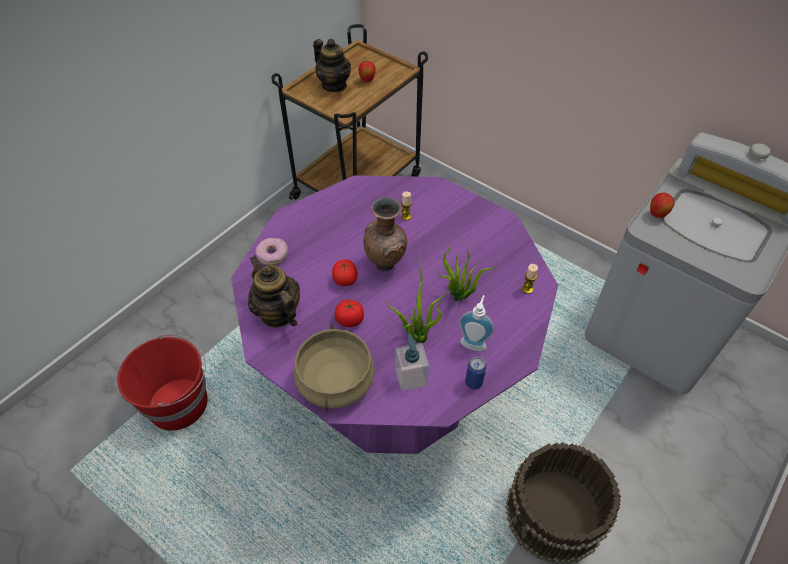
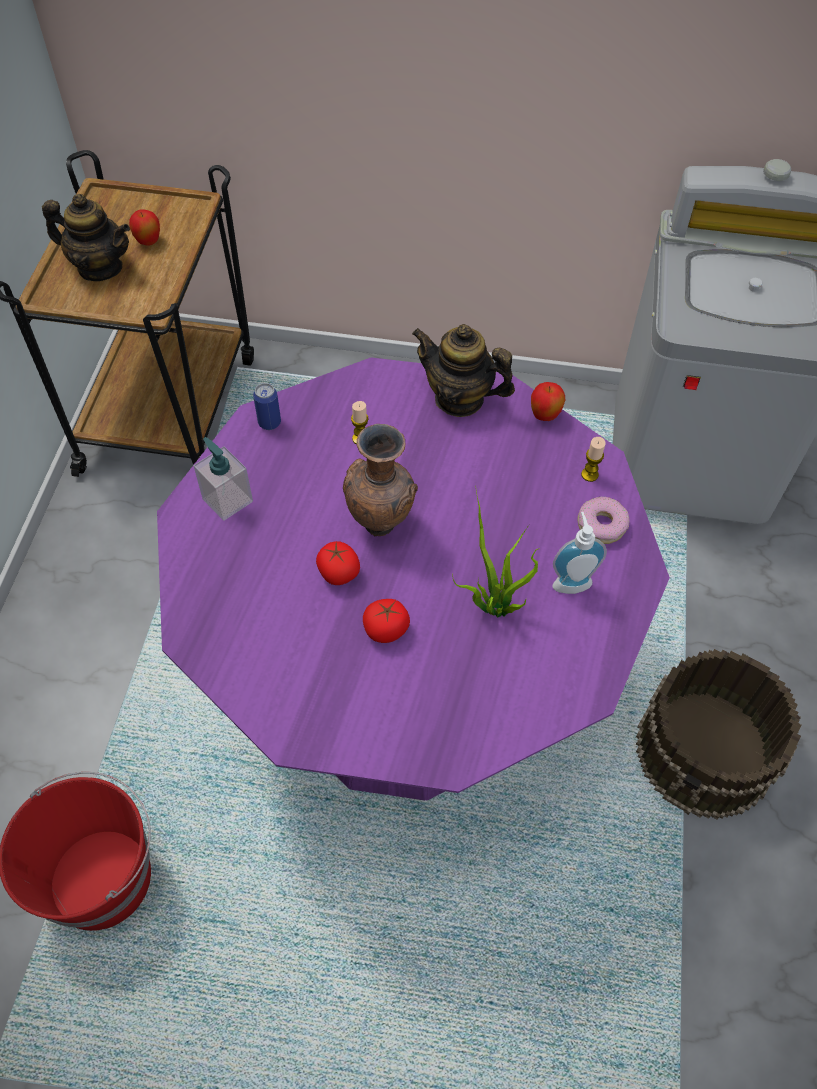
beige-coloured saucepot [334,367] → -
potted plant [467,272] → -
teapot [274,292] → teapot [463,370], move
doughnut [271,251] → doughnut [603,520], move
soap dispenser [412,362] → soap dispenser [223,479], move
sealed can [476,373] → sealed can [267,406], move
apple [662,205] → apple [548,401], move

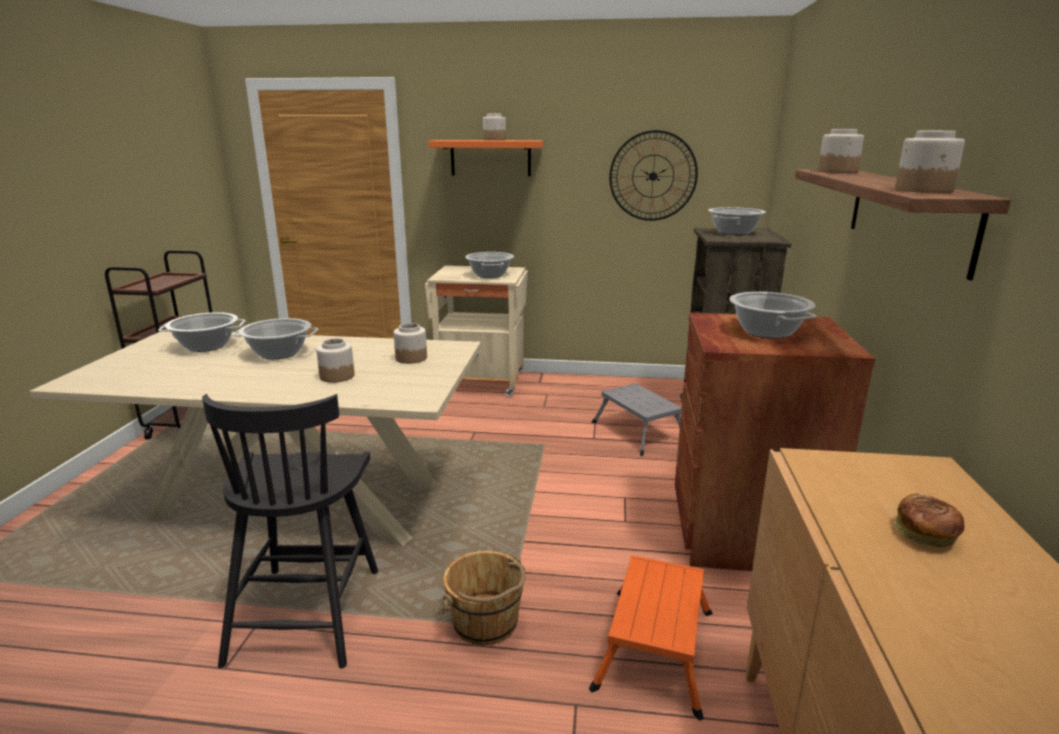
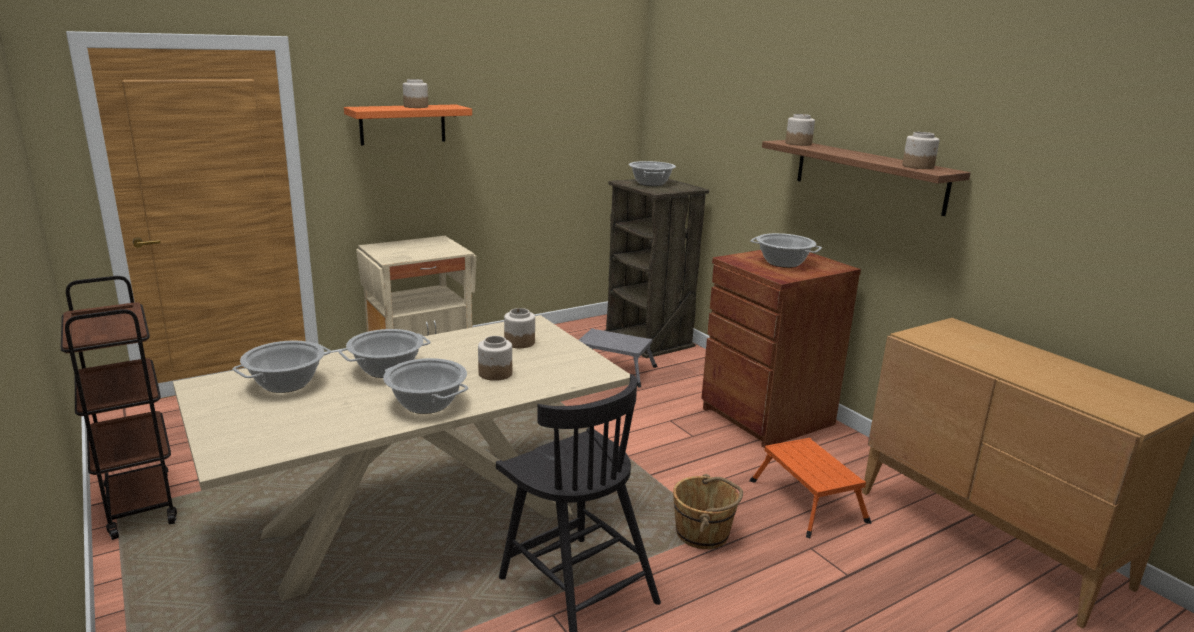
clock on the wall [653,175] → -
bakery bread [929,520] → -
saucepot [489,265] → saucepot [425,386], move

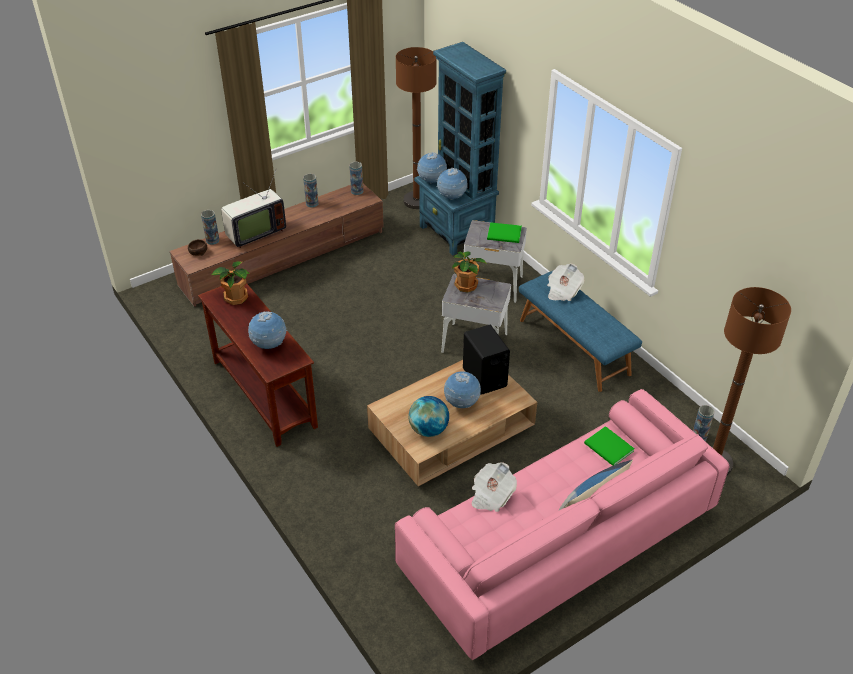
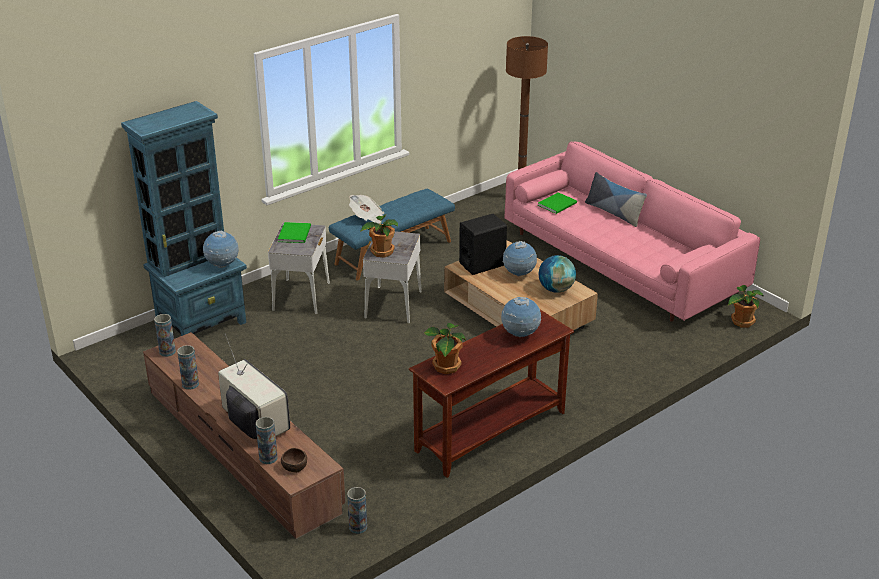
brown-coloured standard lamp [416,128] → -
globe [432,167] → -
daily paper [494,487] → -
- → potted plant [746,306]
flower vase [704,423] → flower vase [357,510], move

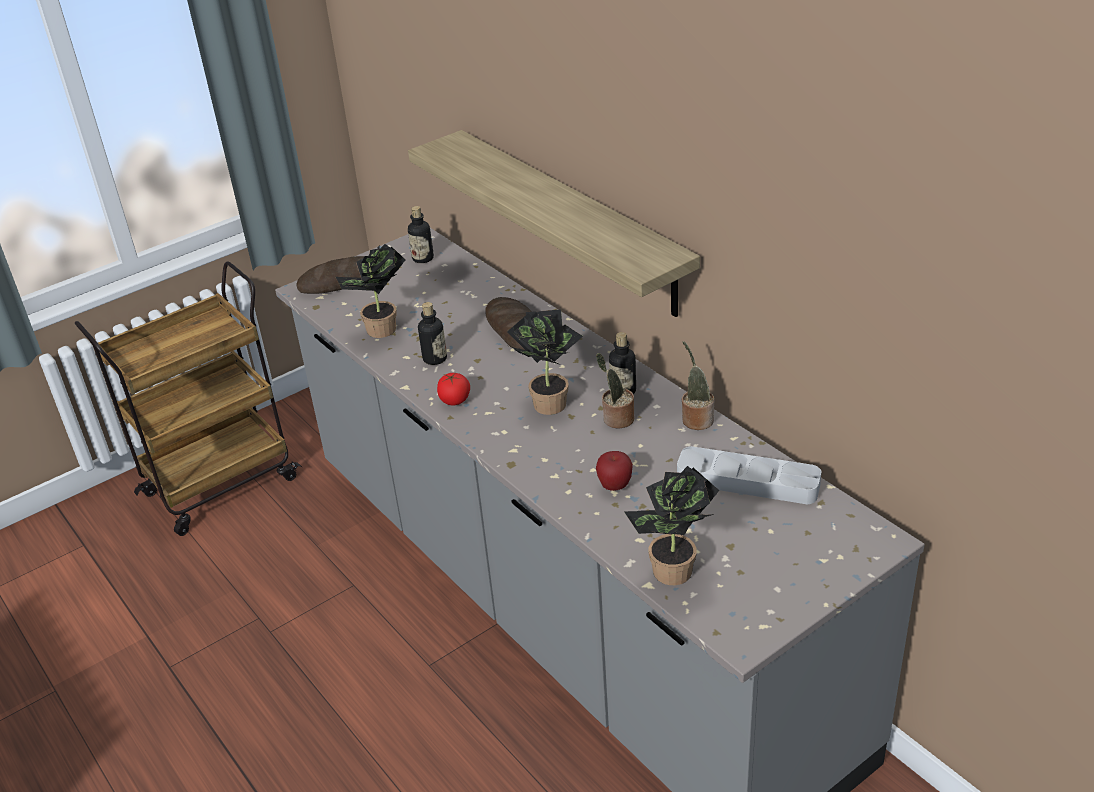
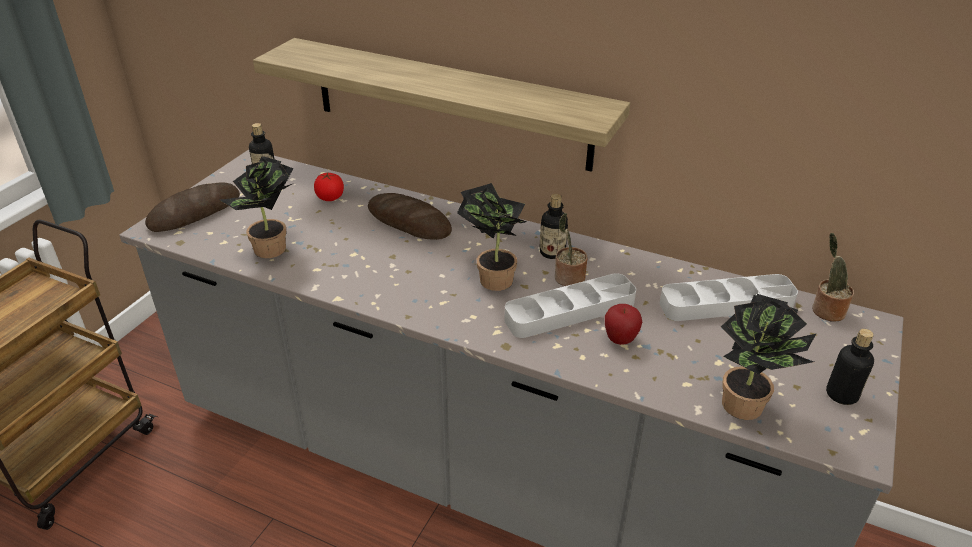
- → gray serving tray [570,305]
beverage bottle [432,333] → beverage bottle [850,367], move
tomato [453,389] → tomato [329,187], move
potted plant [698,385] → potted plant [833,277], move

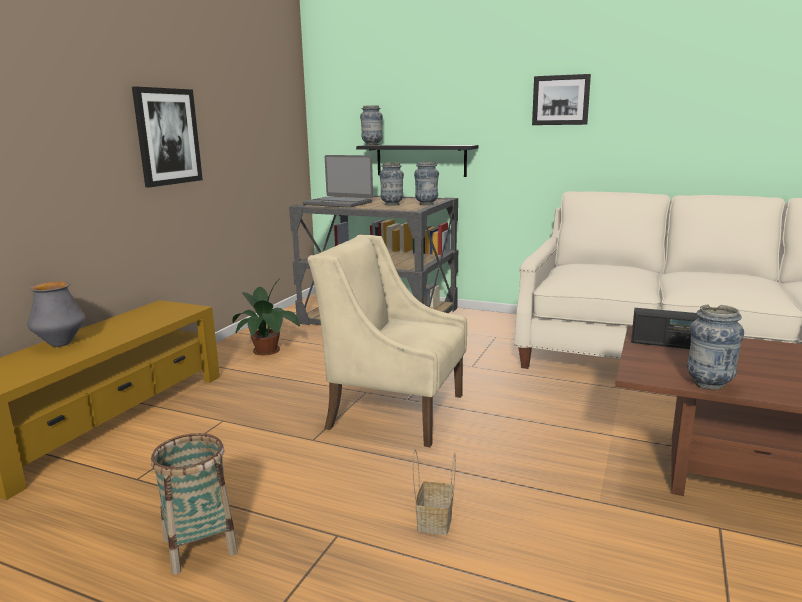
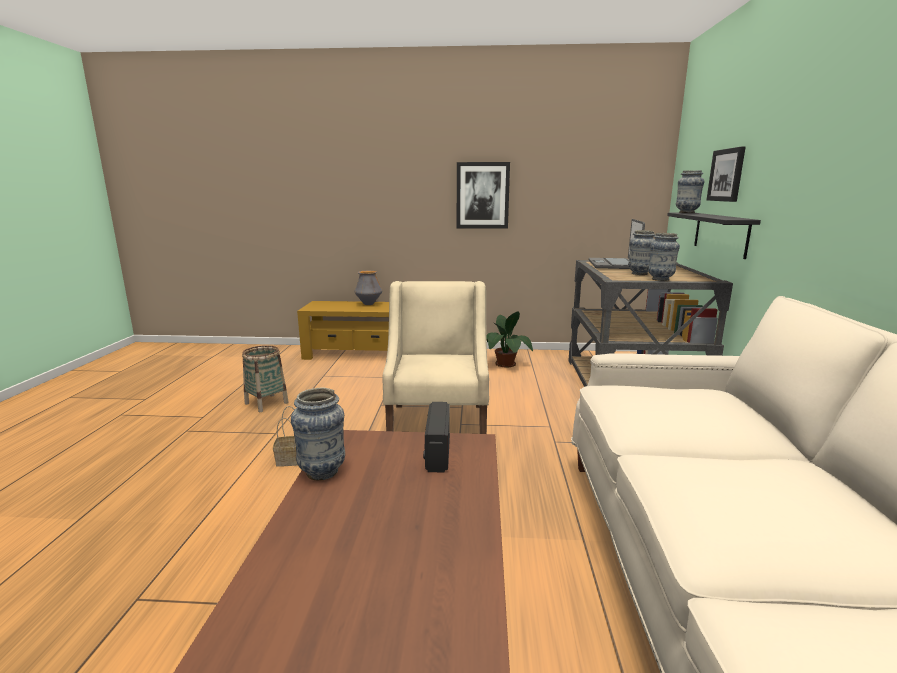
wall art [561,99] → wall art [726,174], move

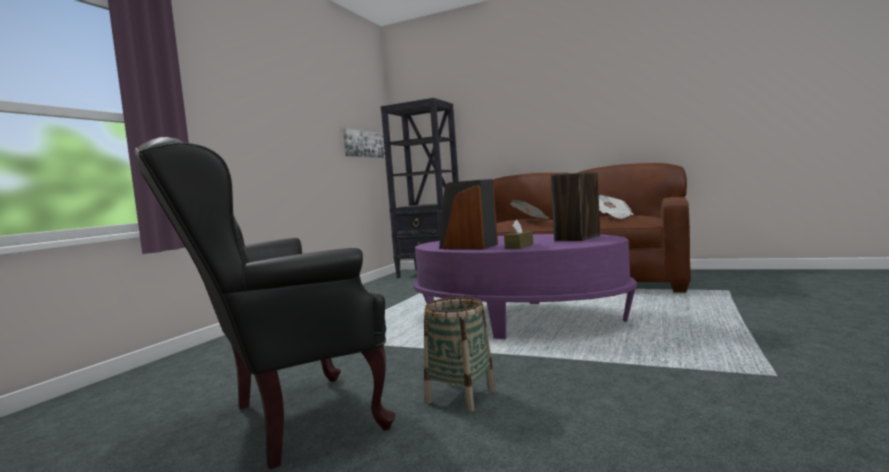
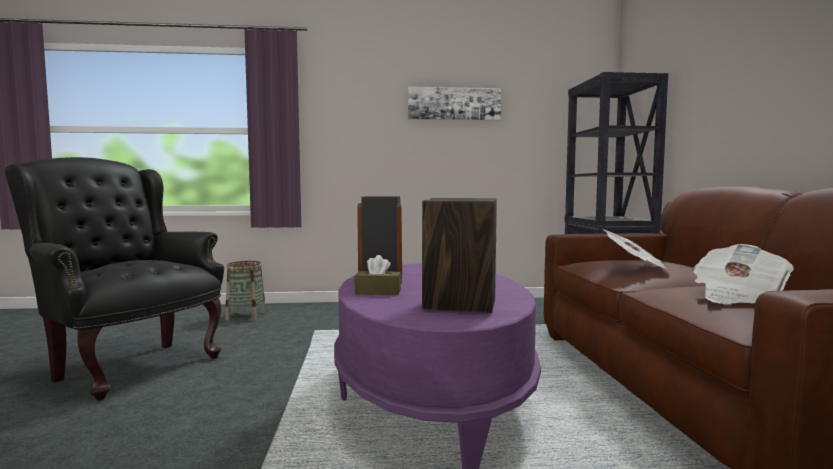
wall art [364,143] → wall art [454,103], move
household basket [459,354] → household basket [245,290], move

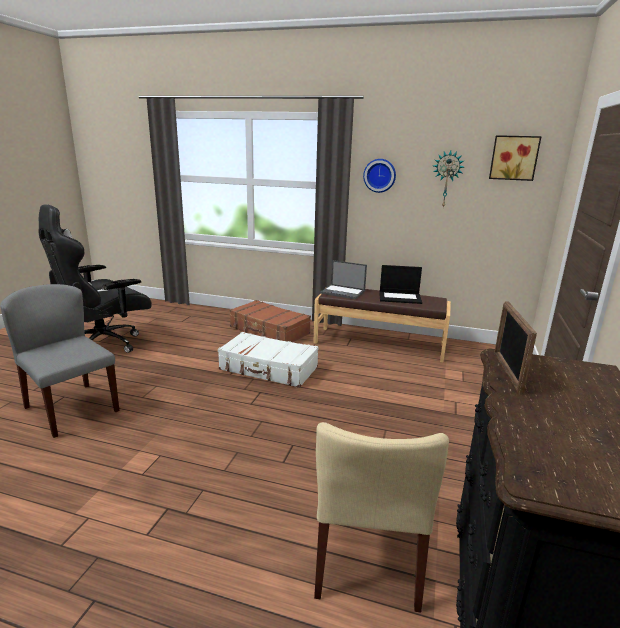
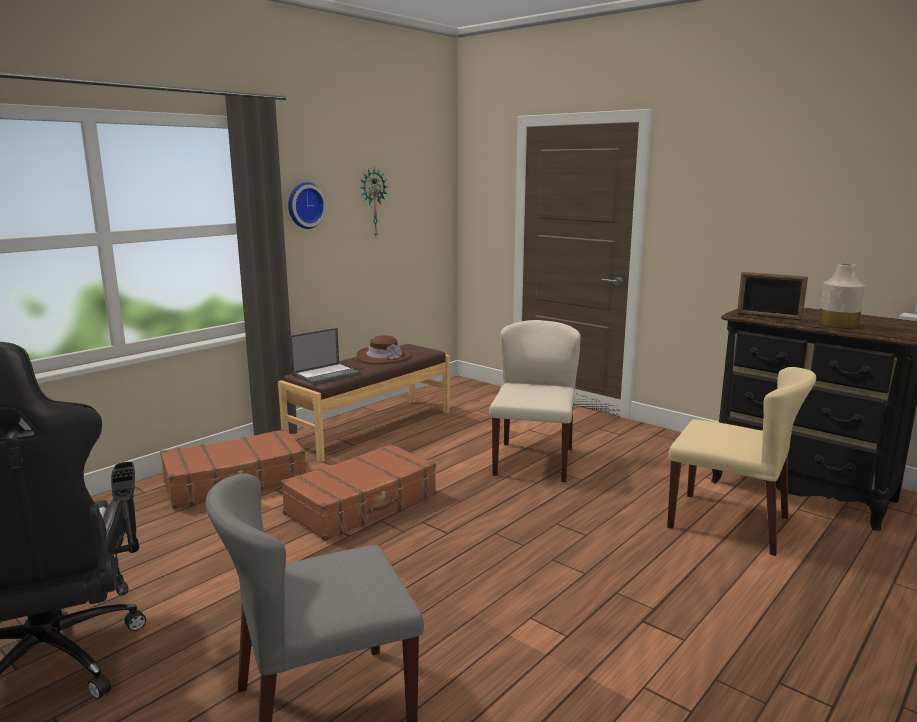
wall art [515,158] → -
- → beige-coloured plain chair [535,401]
- → beige-coloured flower vase [841,296]
portable computer [400,284] → brown-coloured wearable hat [384,349]
white suitcase [268,360] → brown-coloured suitcase [358,492]

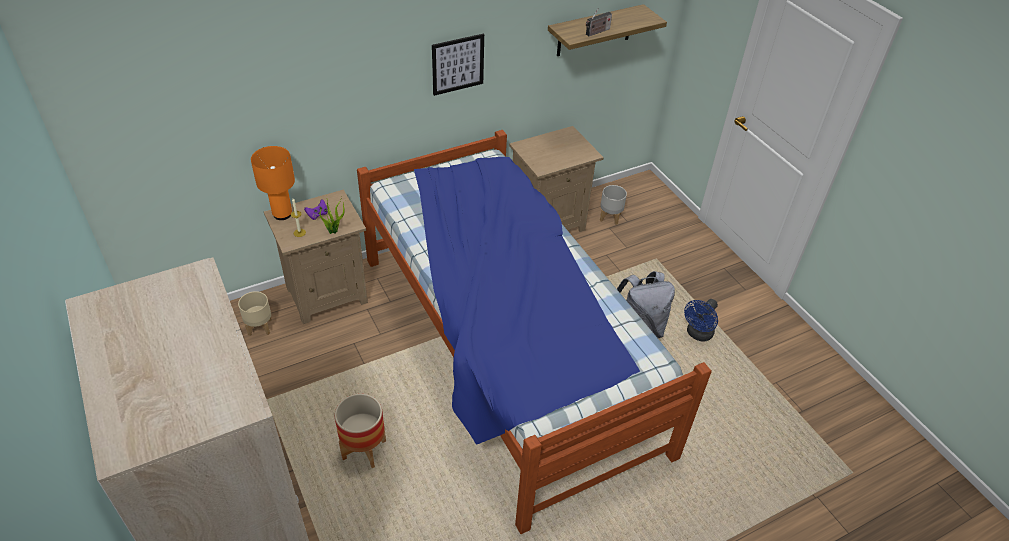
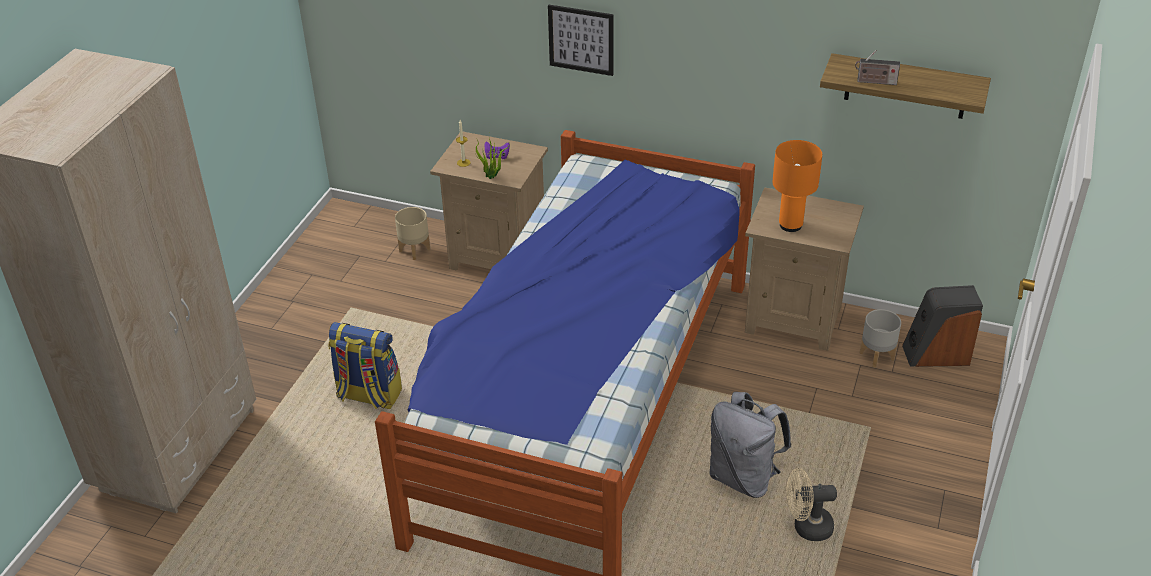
- → audio speaker [942,326]
orange-coloured tabletop lamp [273,183] → orange-coloured tabletop lamp [797,186], move
wall art [458,65] → wall art [581,40], move
flower pot [360,431] → rucksack [365,365]
bluish electric fan [701,320] → beige-coloured electric fan [811,504]

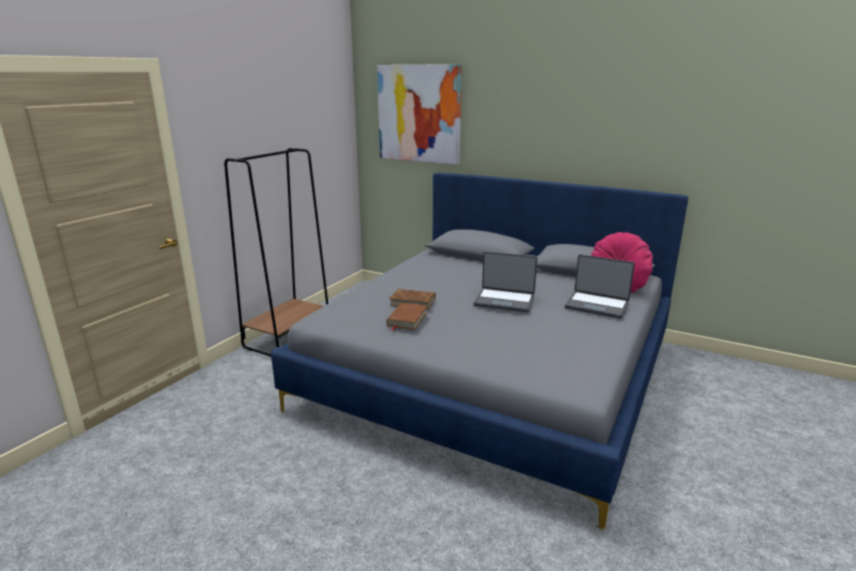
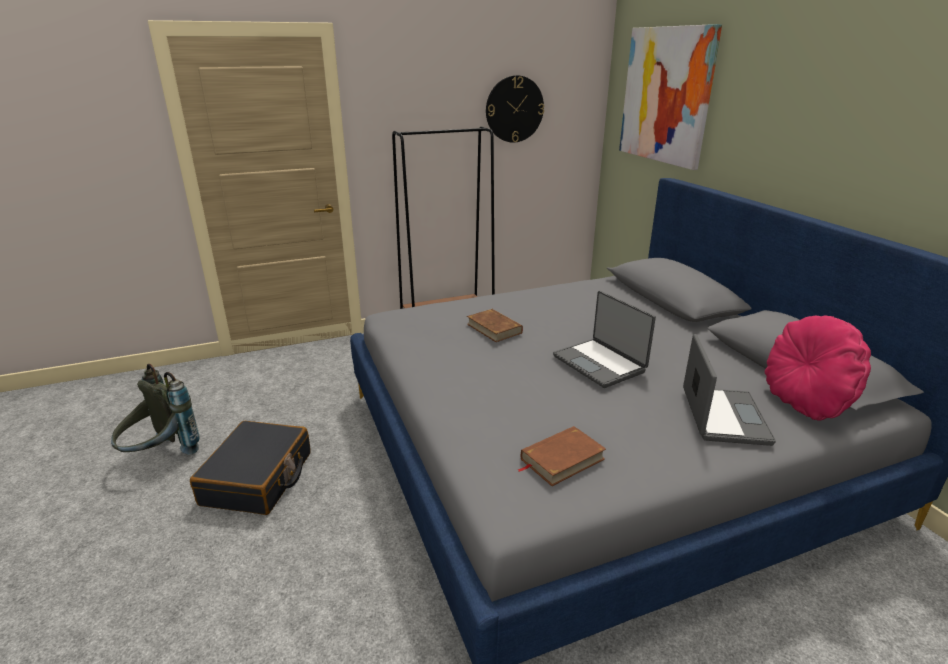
- → gray rucksack [155,409]
- → black-coloured suitcase [250,468]
- → clock on the wall [515,109]
brown-coloured bound book [407,316] → brown-coloured bound book [562,456], move
portable computer [600,286] → portable computer [729,390], 150 degrees counterclockwise

